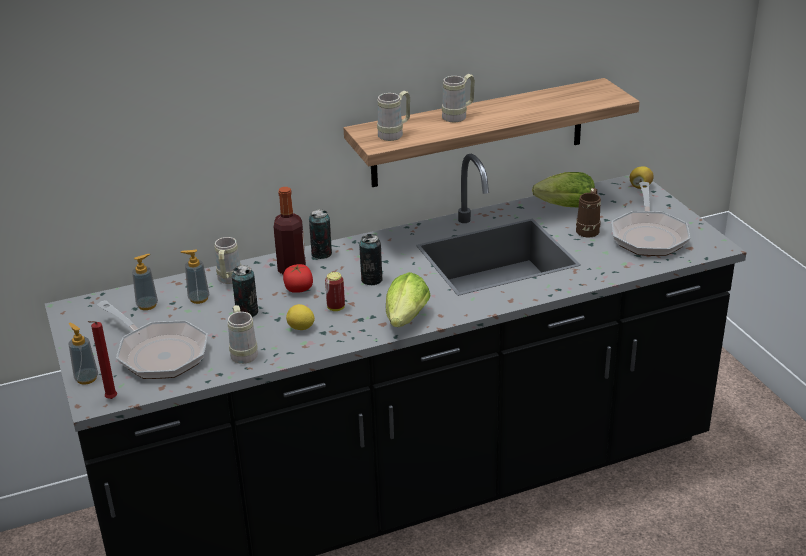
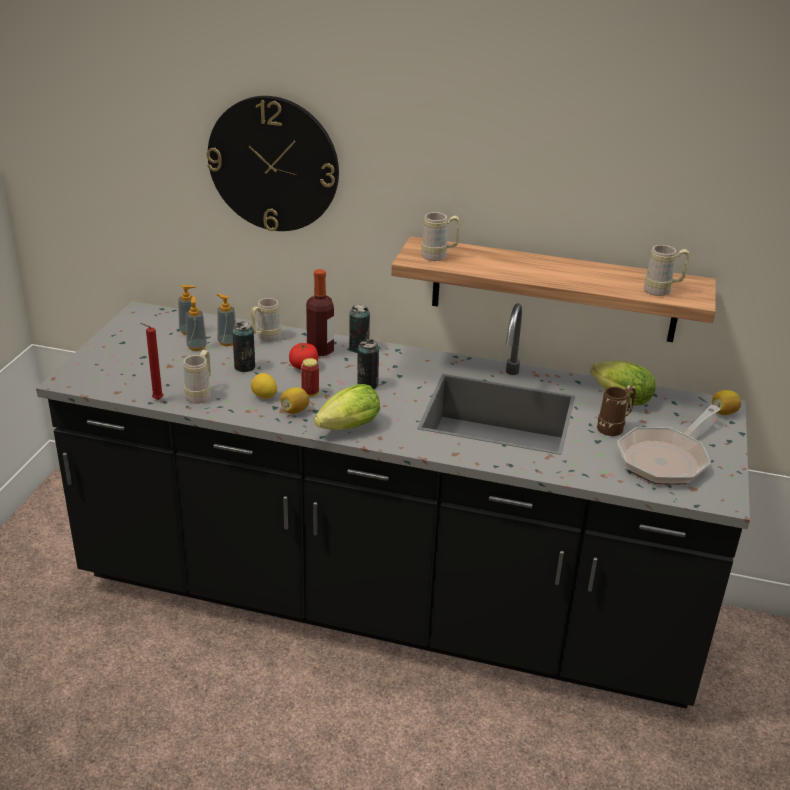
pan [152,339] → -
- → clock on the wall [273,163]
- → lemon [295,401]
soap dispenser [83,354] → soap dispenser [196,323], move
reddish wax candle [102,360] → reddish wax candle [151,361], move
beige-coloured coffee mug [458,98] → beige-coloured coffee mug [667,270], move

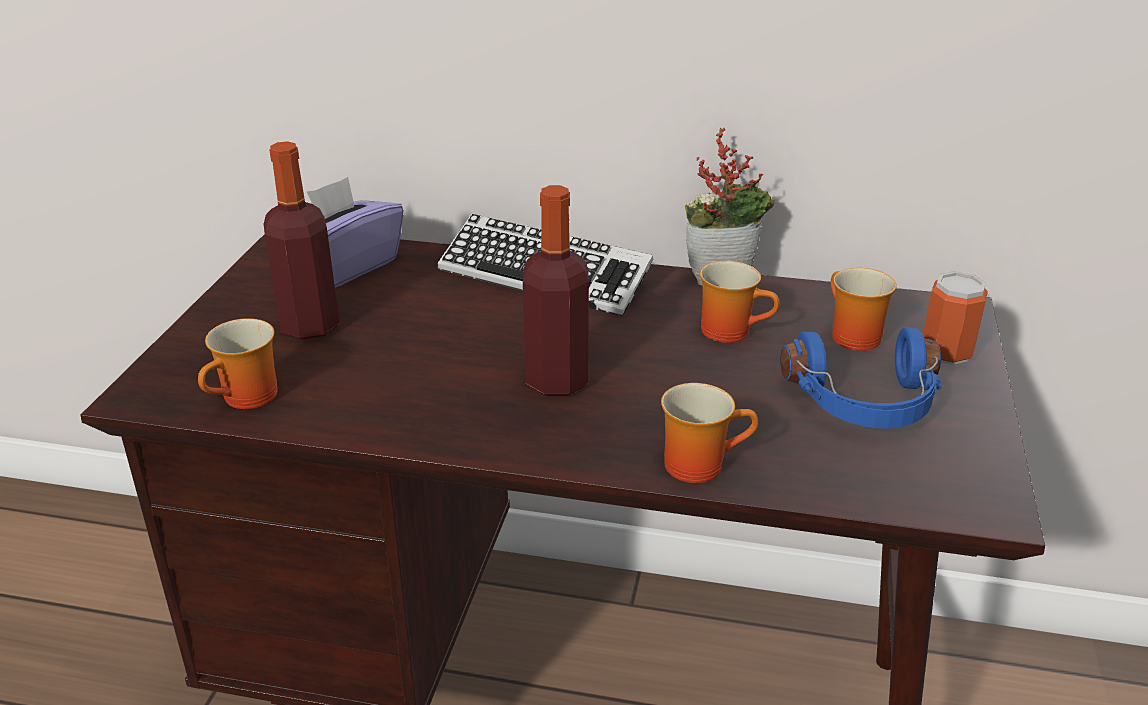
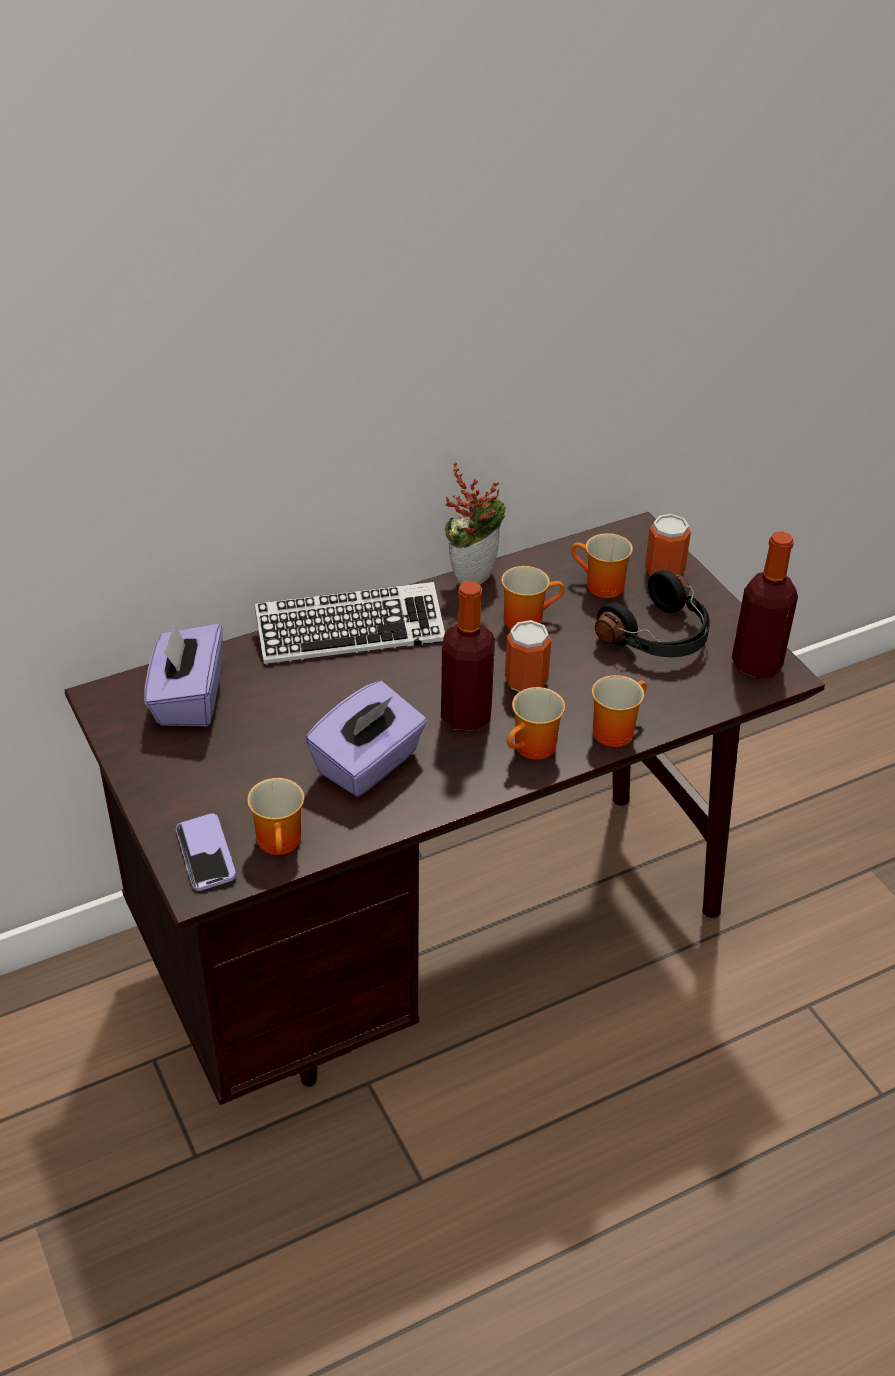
- → handset [206,852]
- → purplish tissue holder [366,739]
- → sealed can [528,656]
- → coffee mug [536,723]
beverage bottle [301,240] → beverage bottle [765,605], move
bluish pair of headphones [861,378] → black-coloured pair of headphones [652,613]

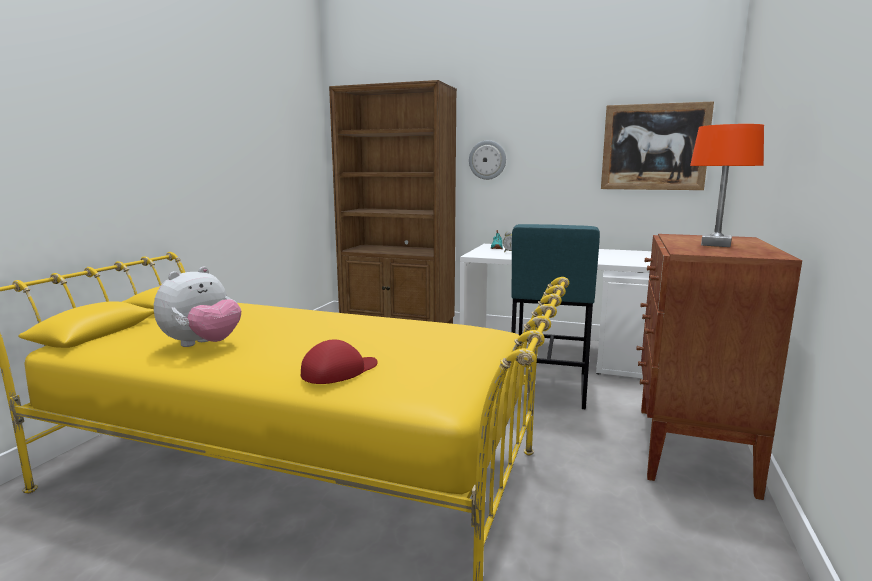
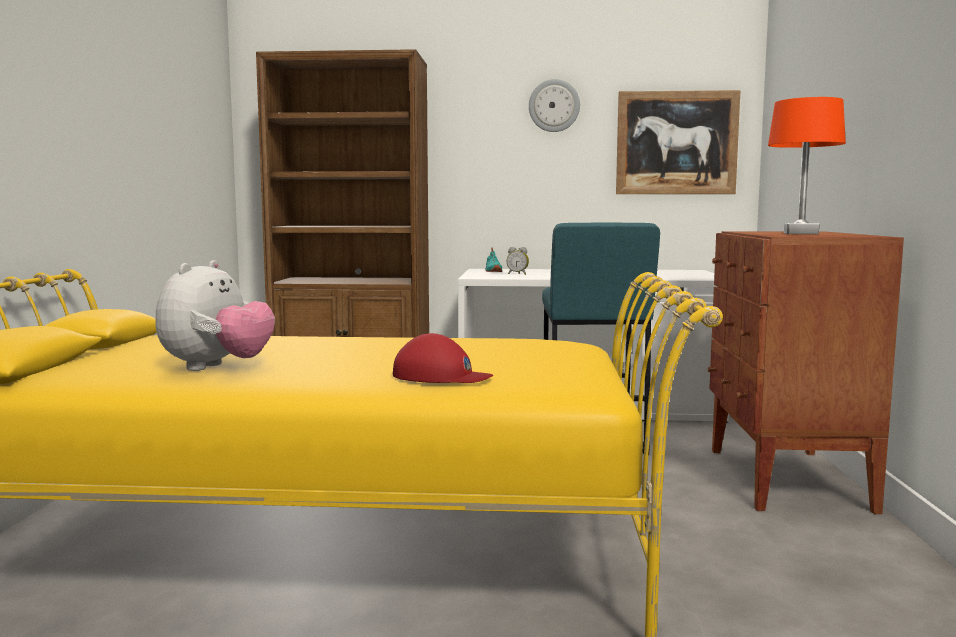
clock on the wall [487,160] → clock on the wall [554,105], move
reddish baseball cap [339,361] → reddish baseball cap [443,358], 75 degrees clockwise

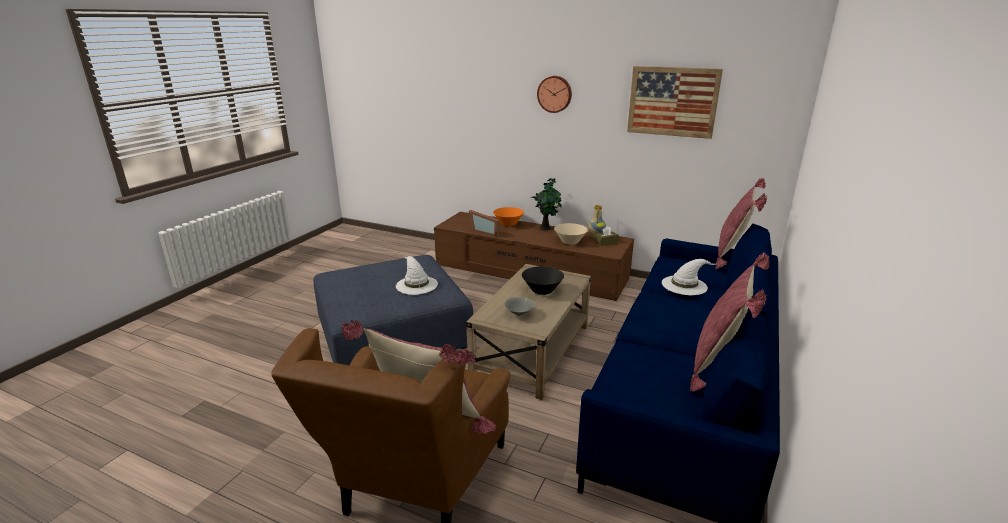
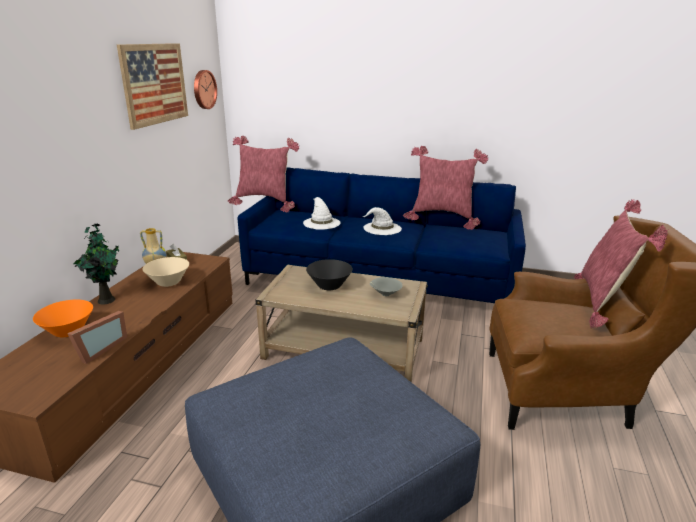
white wearable hat [417,275] → white wearable hat [382,221], move
clock on the wall [554,94] → clock on the wall [205,89], move

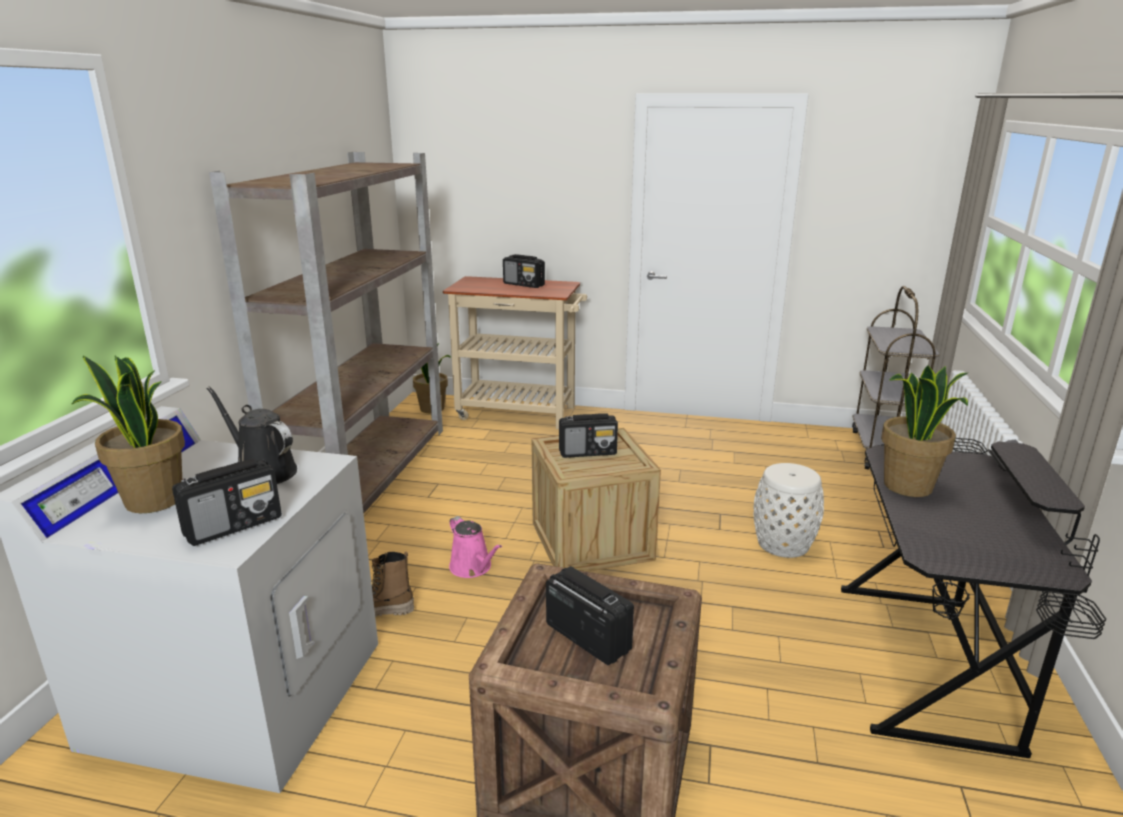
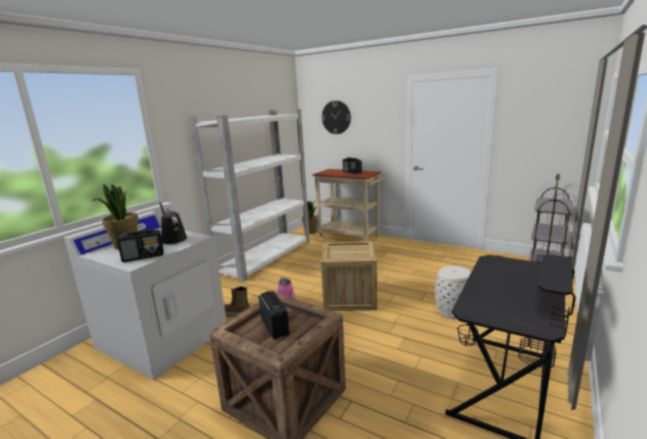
radio receiver [588,435] → -
potted plant [925,431] → -
- → clock on the wall [336,117]
brown-coloured shelving unit [326,332] → white shelving unit [250,195]

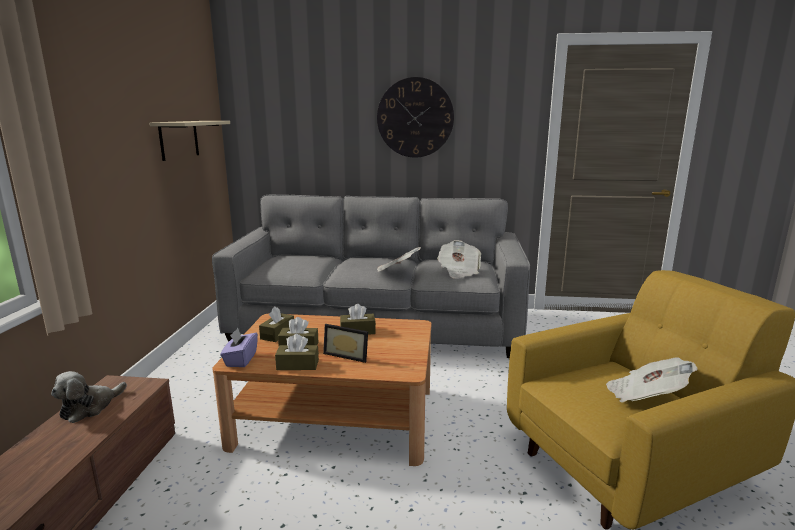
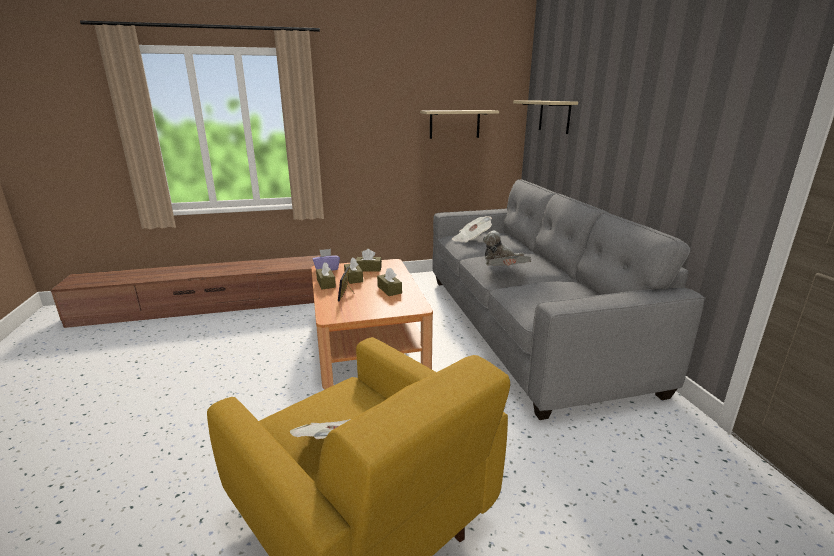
clock on the wall [415,117] → -
- → beige-coloured shelf [545,117]
plush toy [89,397] → plush toy [503,245], move
daily paper [459,259] → daily paper [472,229], move

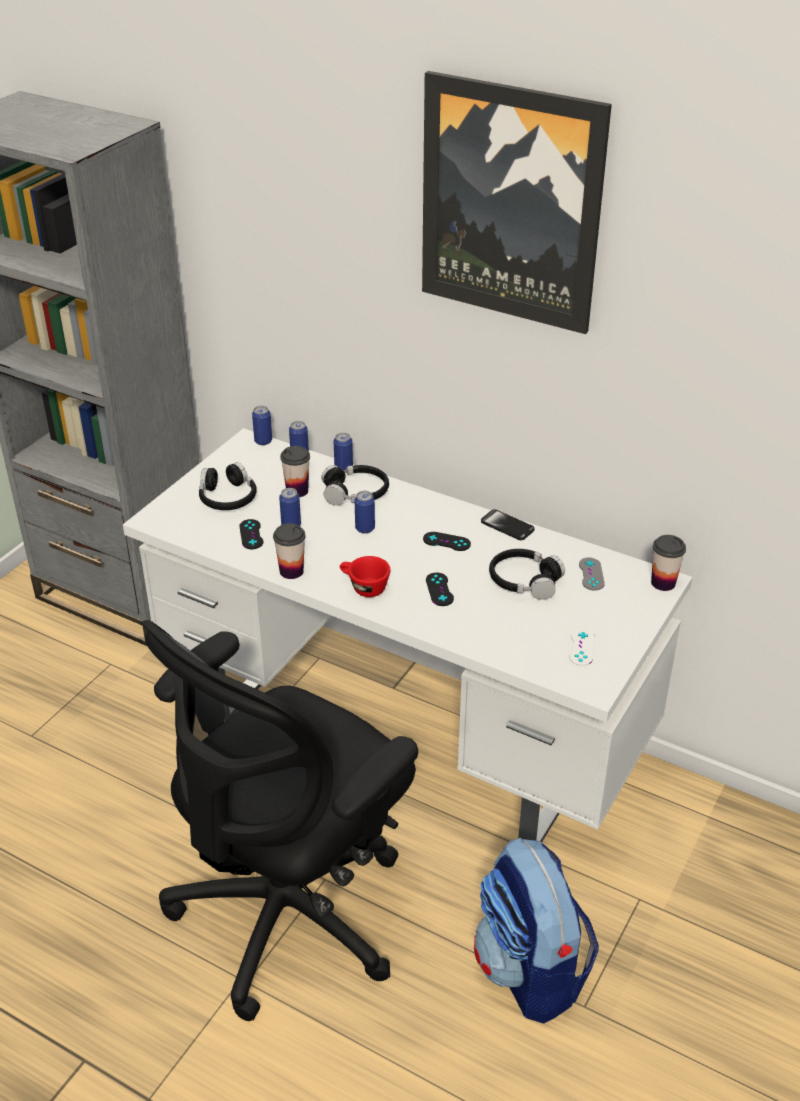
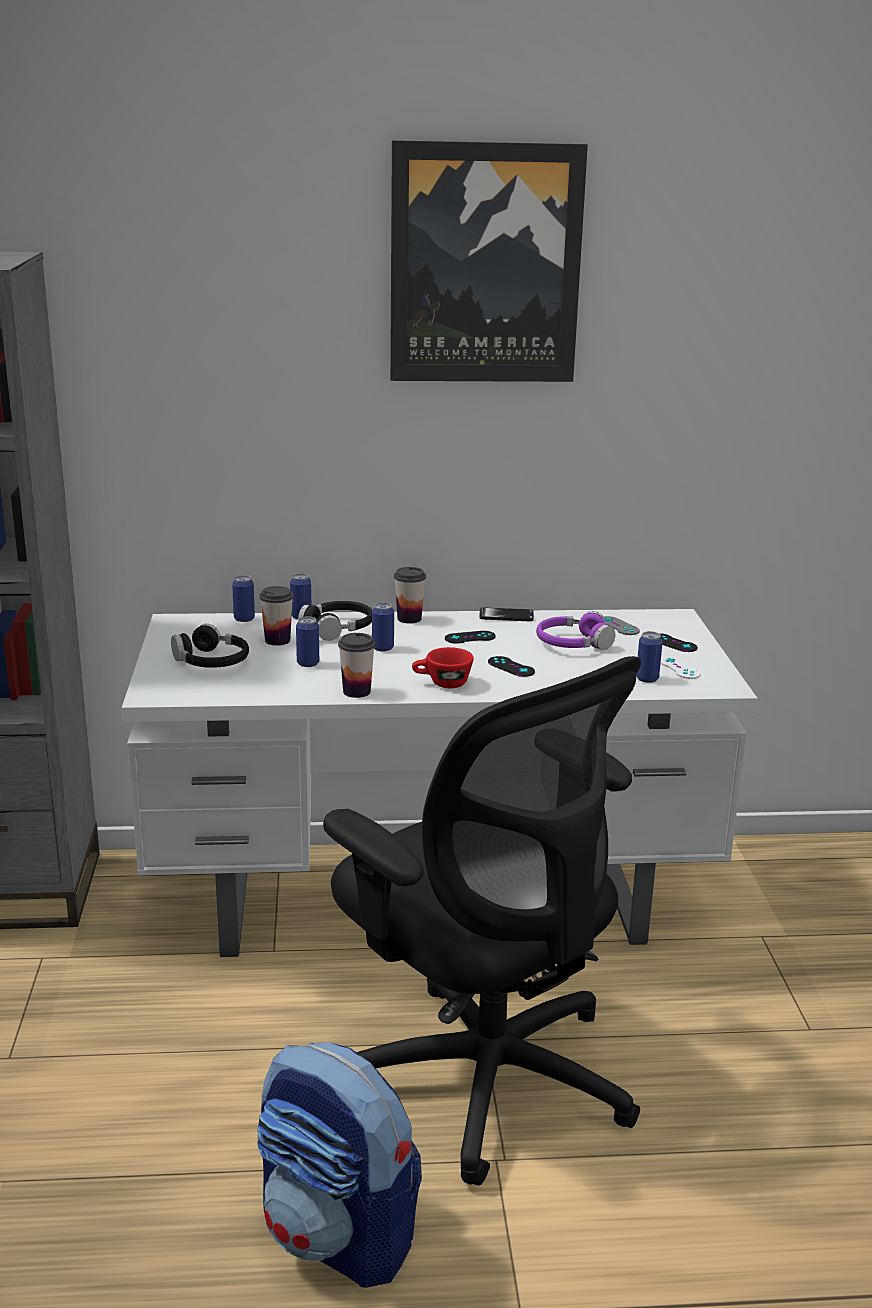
black-coloured game controller [251,534] → black-coloured game controller [678,642], move
sealed can [262,425] → sealed can [649,657], move
rucksack [536,931] → rucksack [339,1165], move
cup [668,563] → cup [410,595], move
black-coloured pair of headphones [527,574] → purplish pair of headphones [575,630]
black-coloured office chair [279,820] → black-coloured office chair [482,921], 45 degrees counterclockwise

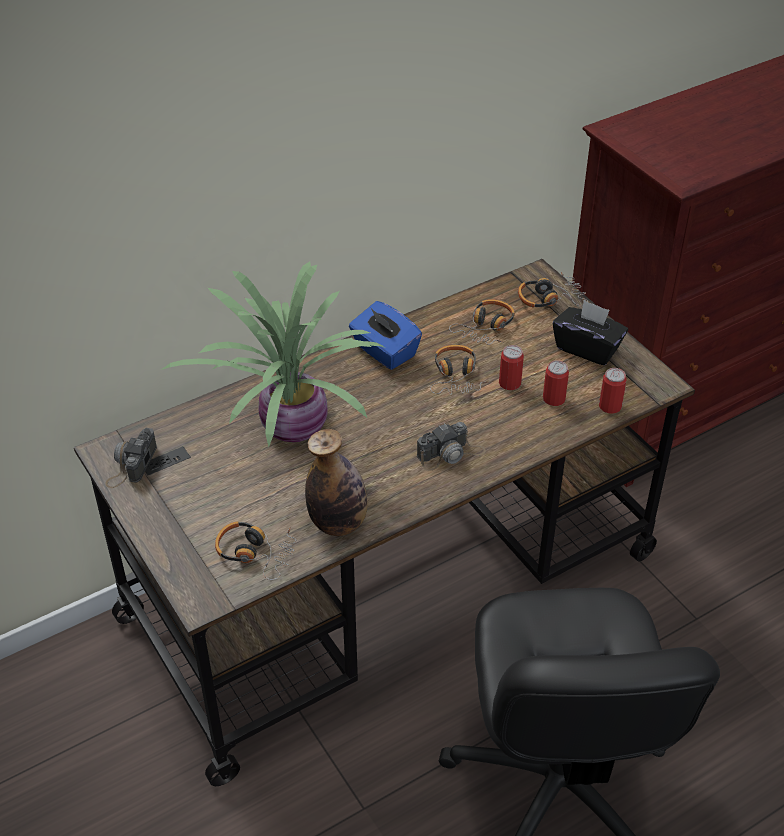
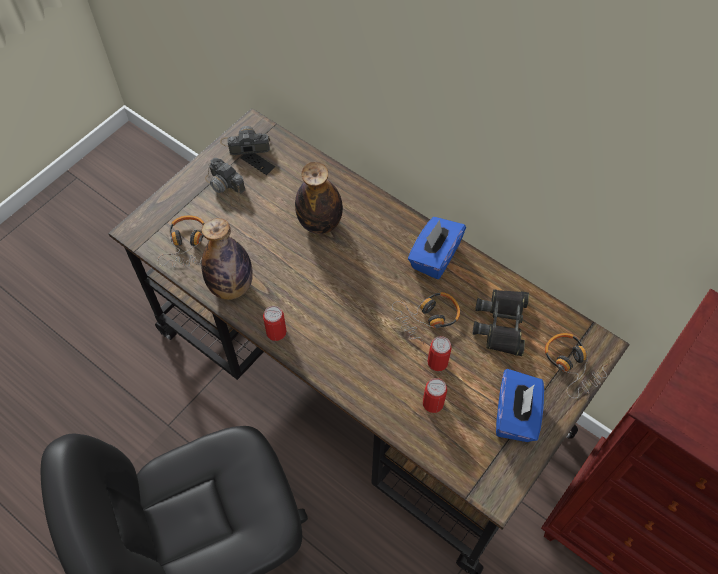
still camera [451,446] → still camera [225,182], move
sealed can [612,391] → sealed can [275,323], move
potted plant [273,354] → beverage bottle [319,198]
pair of headphones [482,322] → black-coloured pair of binoculars [501,322]
black-coloured tissue holder [590,332] → bluish tissue holder [520,405]

